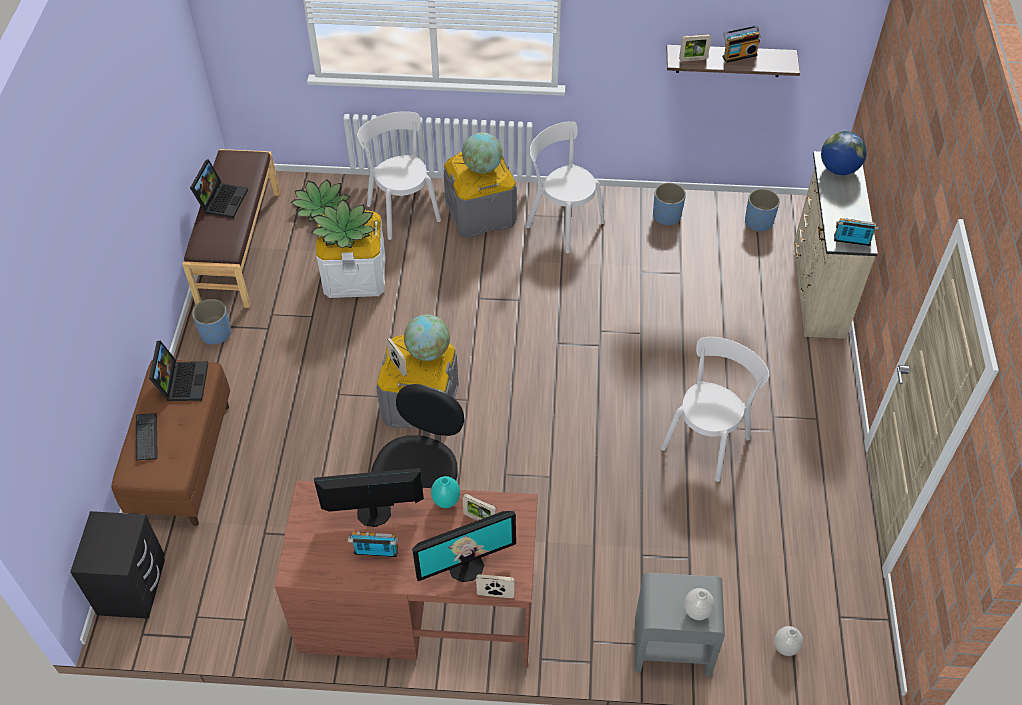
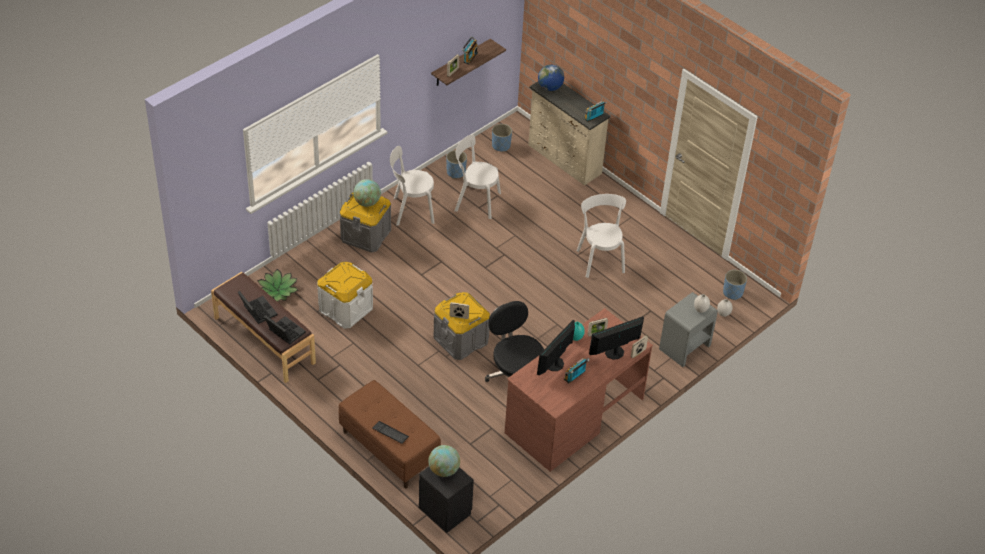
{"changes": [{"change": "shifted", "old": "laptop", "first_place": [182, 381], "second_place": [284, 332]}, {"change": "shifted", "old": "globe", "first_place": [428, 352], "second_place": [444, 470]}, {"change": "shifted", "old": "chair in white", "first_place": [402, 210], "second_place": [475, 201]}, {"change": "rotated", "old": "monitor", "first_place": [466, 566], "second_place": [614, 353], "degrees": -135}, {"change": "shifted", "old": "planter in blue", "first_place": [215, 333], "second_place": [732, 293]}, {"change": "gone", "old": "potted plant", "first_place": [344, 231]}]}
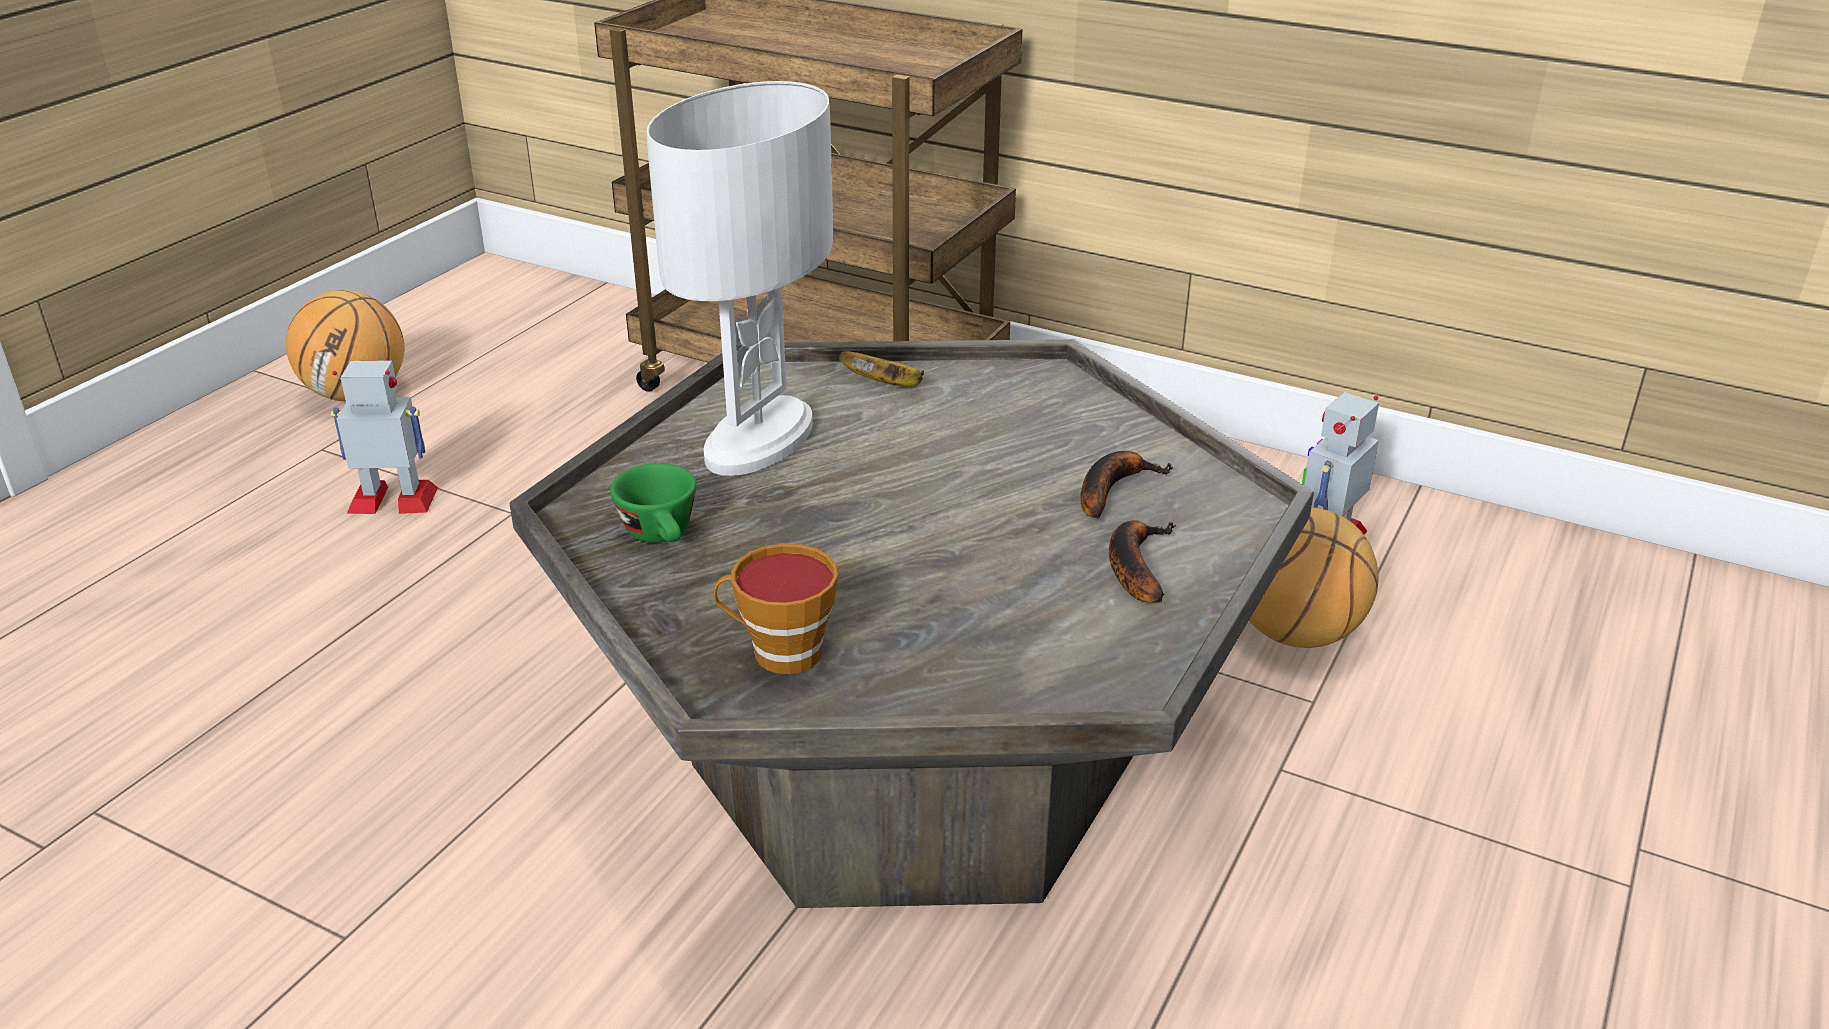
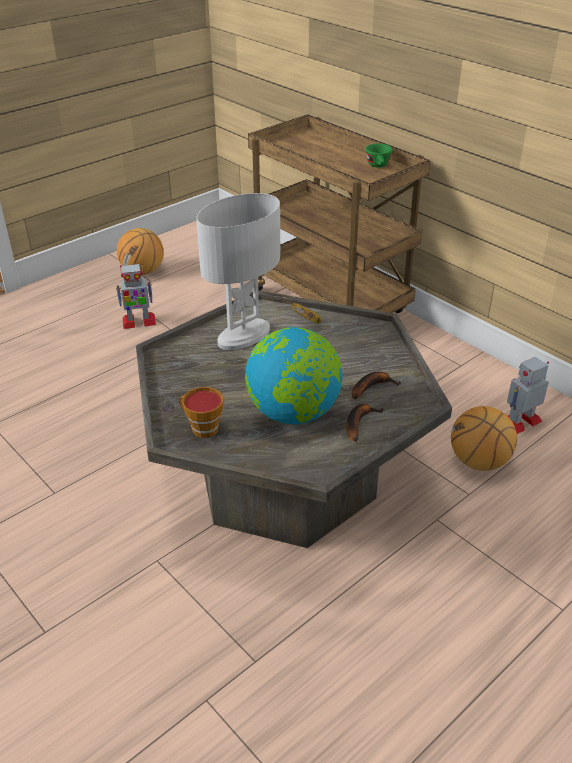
{"changes": [{"change": "rotated", "old": "toy robot", "first_place": [394, 500], "second_place": [138, 322], "degrees": 150}, {"change": "new", "new": "globe", "second_place": [293, 413]}, {"change": "shifted", "old": "cup in green", "first_place": [662, 536], "second_place": [379, 166]}]}
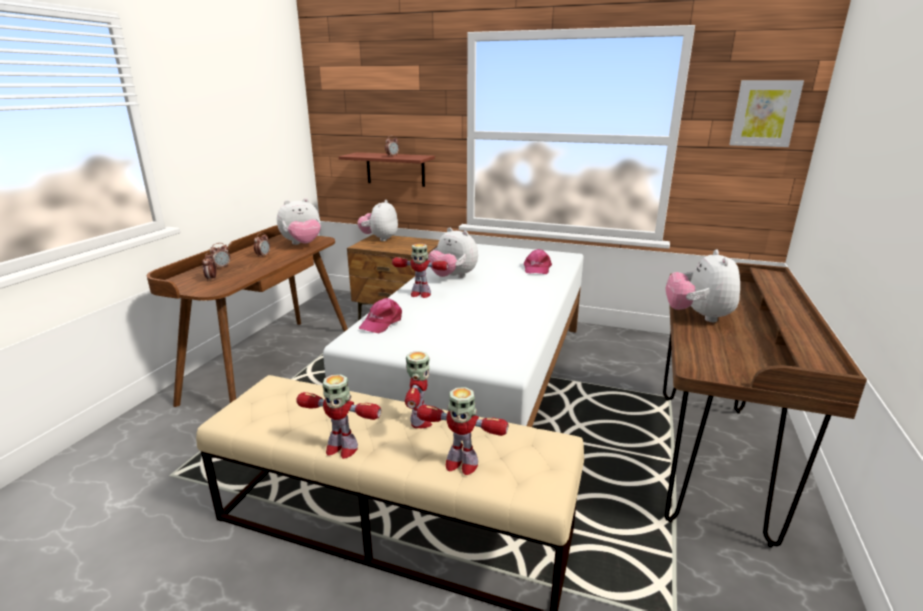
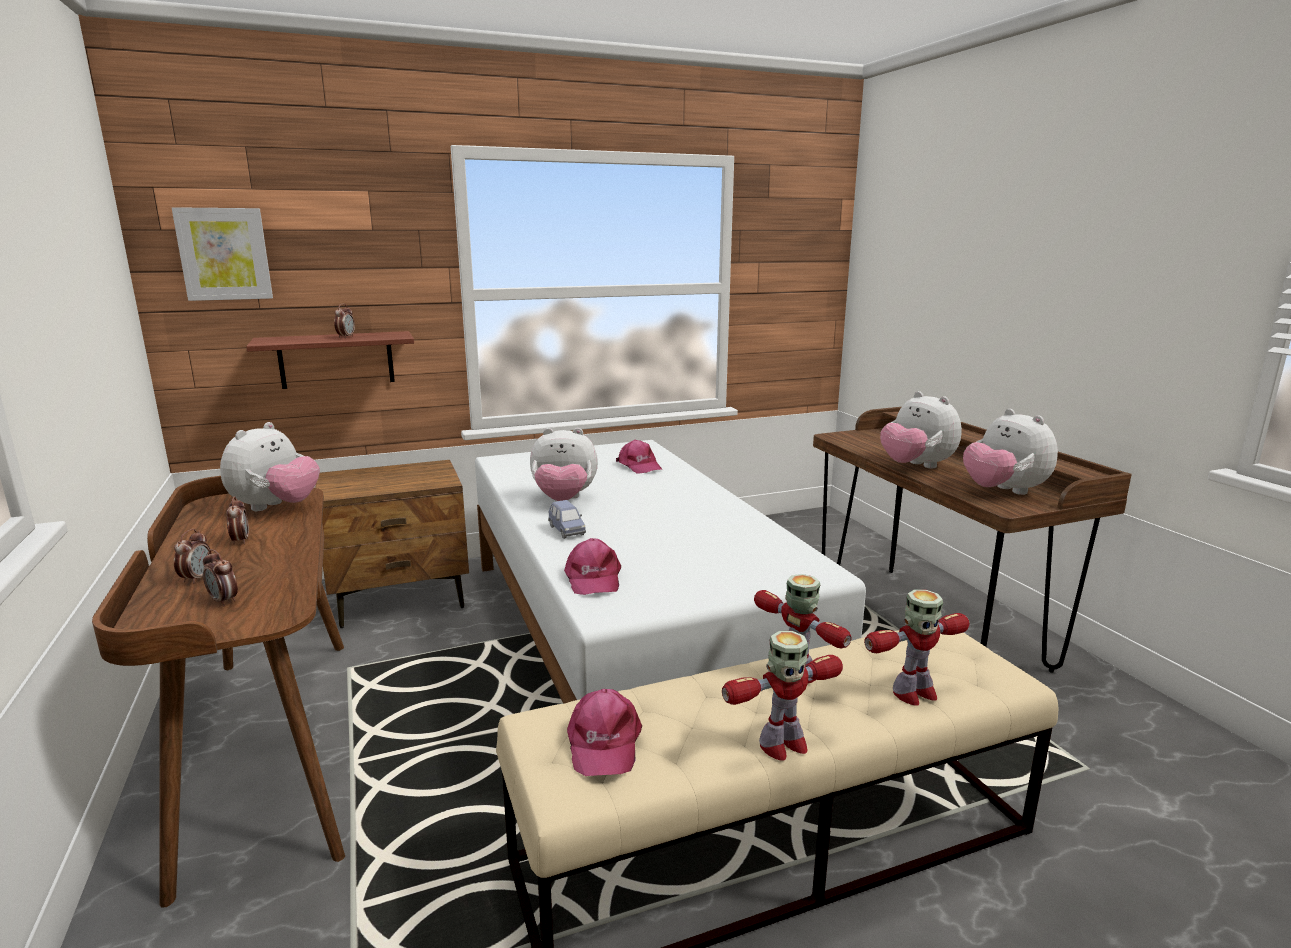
{"changes": [{"change": "shifted", "old": "picture", "first_place": [764, 113], "second_place": [224, 254]}, {"change": "swapped", "old": "toy robot", "new": "toy car in blue", "first_place": [420, 294], "second_place": [566, 531]}, {"change": "new", "new": "cap in pink", "second_place": [603, 742]}, {"change": "shifted", "old": "plush toy", "first_place": [380, 239], "second_place": [1003, 491]}]}
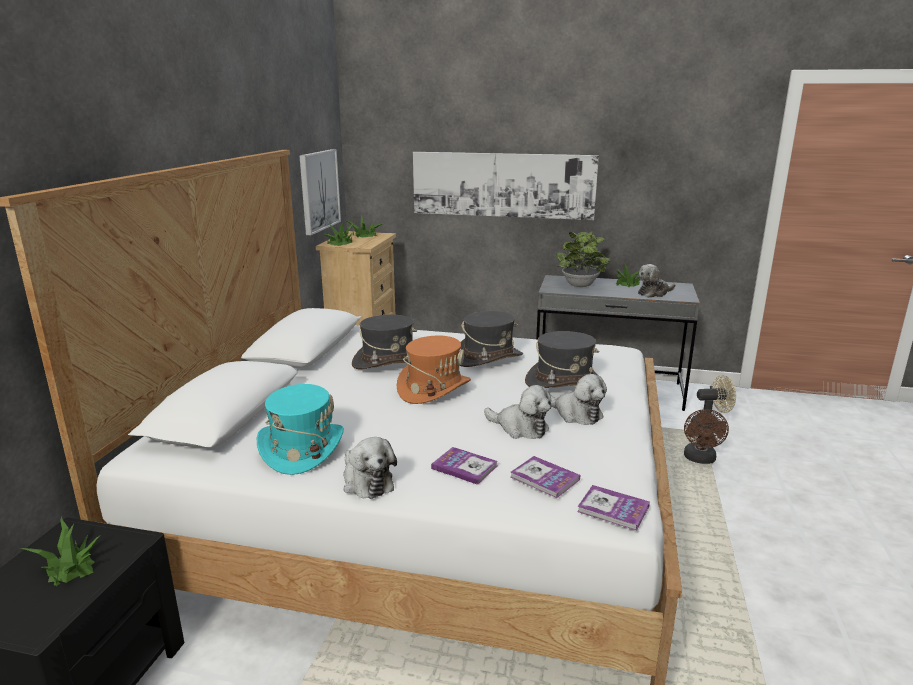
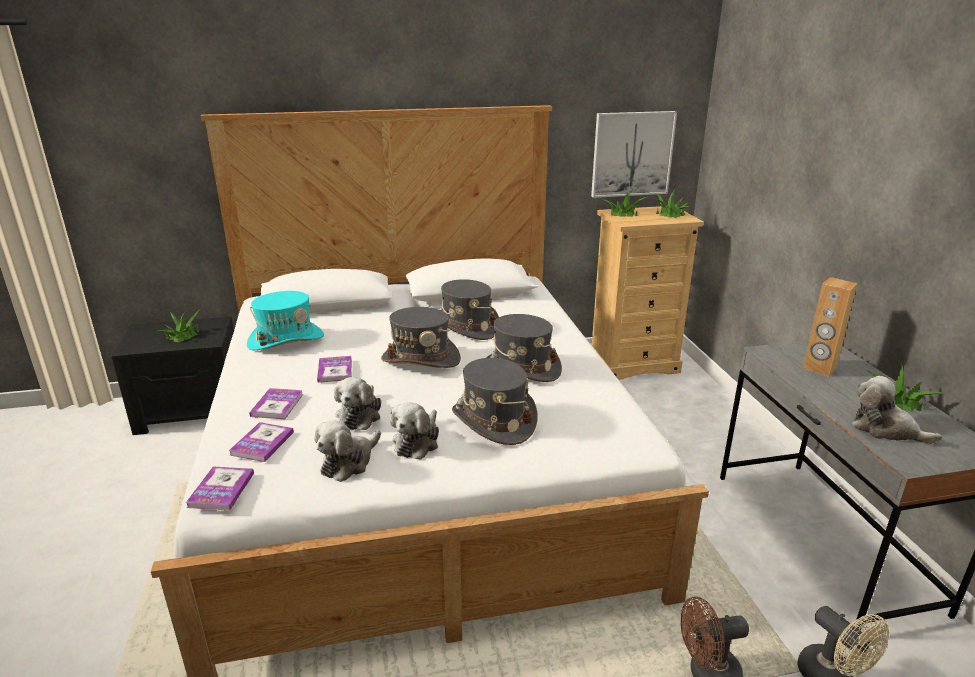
{"changes": [{"change": "shifted", "old": "plush toy", "first_place": [366, 481], "second_place": [349, 462]}, {"change": "new", "new": "book", "second_place": [335, 370]}, {"change": "repainted", "old": "hat in orange", "new": "hat in grey", "first_place": [434, 388], "second_place": [421, 359]}, {"change": "swapped", "old": "potted plant", "new": "speaker in brown", "first_place": [580, 286], "second_place": [819, 368]}, {"change": "gone", "old": "picture", "first_place": [502, 185]}]}
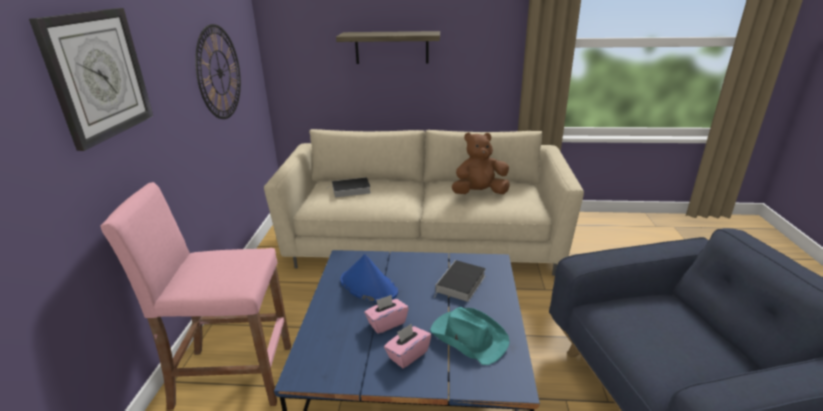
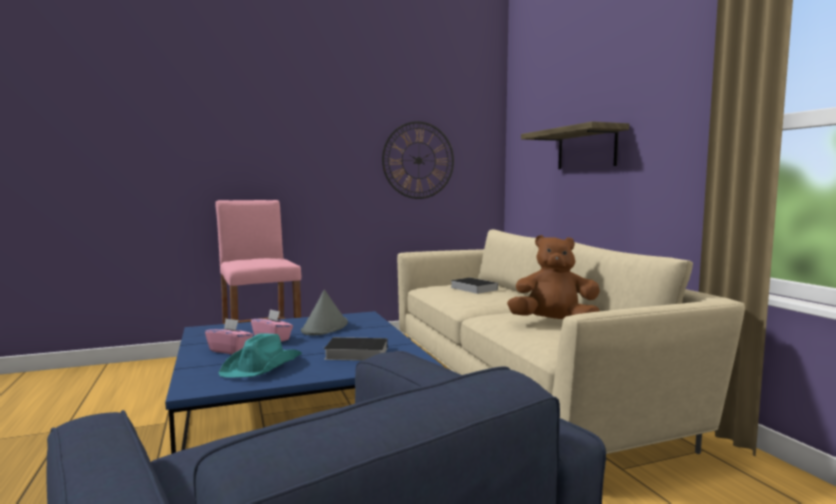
{"changes": [{"change": "repainted", "old": "hat in blue", "new": "hat in grey", "first_place": [368, 286], "second_place": [325, 327]}, {"change": "rotated", "old": "plush toy in brown", "first_place": [479, 193], "second_place": [553, 323], "degrees": -45}, {"change": "gone", "old": "wall clock", "first_place": [98, 75]}]}
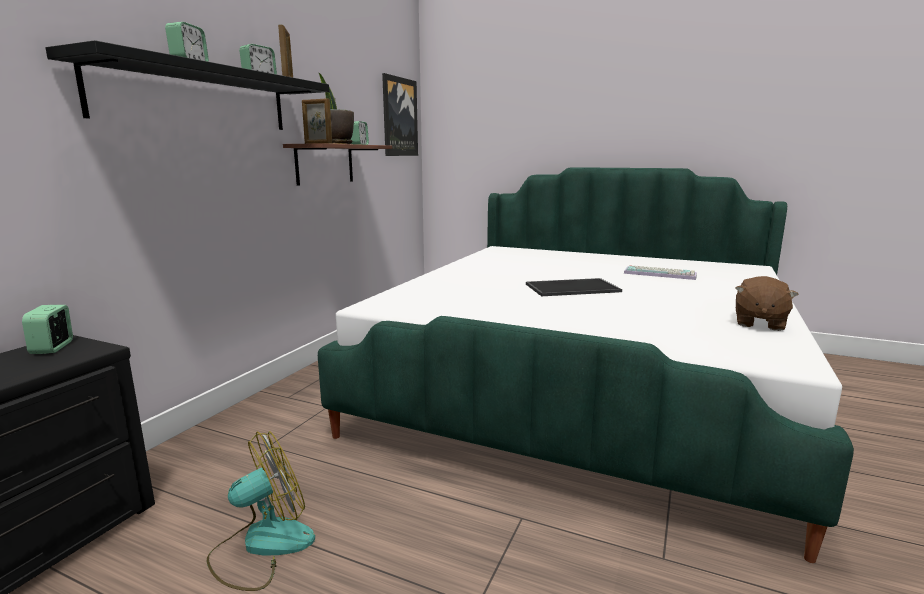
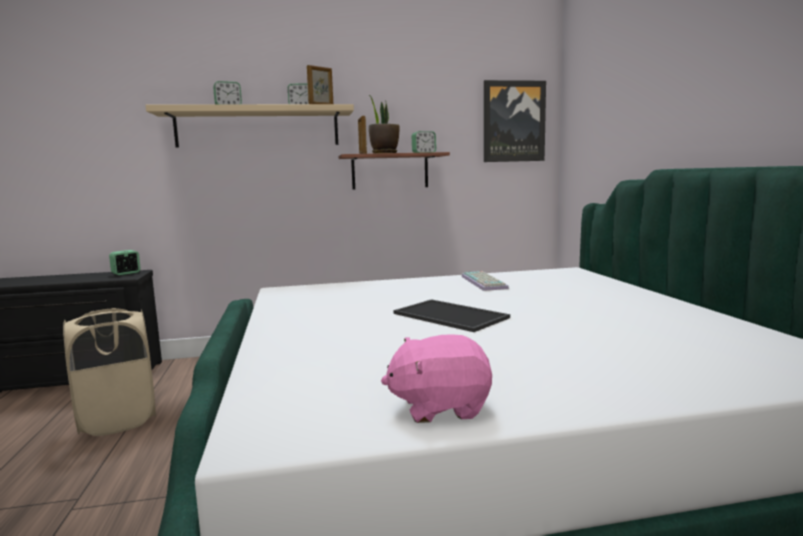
{"changes": [{"change": "swapped", "old": "fan", "new": "laundry basket in beige", "first_place": [262, 546], "second_place": [118, 420]}, {"change": "repainted", "old": "shelf in black", "new": "shelf in beige", "first_place": [197, 98], "second_place": [258, 128]}, {"change": "repainted", "old": "plush toy in brown", "new": "plush toy in pink", "first_place": [759, 323], "second_place": [439, 407]}, {"change": "shifted", "old": "keyboard", "first_place": [661, 274], "second_place": [485, 282]}]}
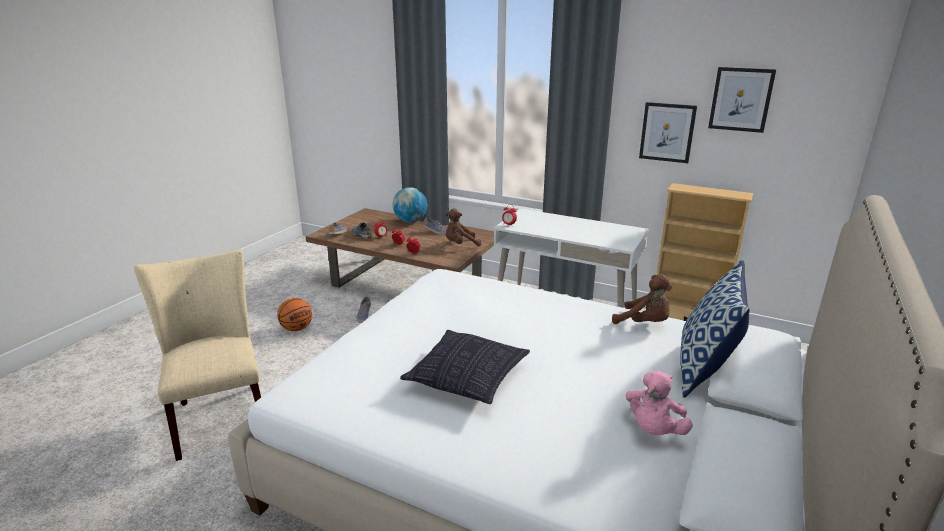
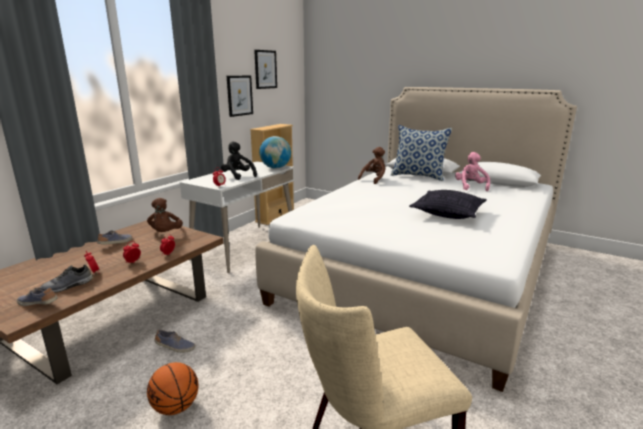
{"changes": [{"change": "new", "new": "plush toy in black", "second_place": [238, 176]}, {"change": "shifted", "old": "globe", "first_place": [410, 221], "second_place": [276, 168]}, {"change": "rotated", "old": "plush toy in pink", "first_place": [653, 430], "second_place": [470, 187], "degrees": -120}]}
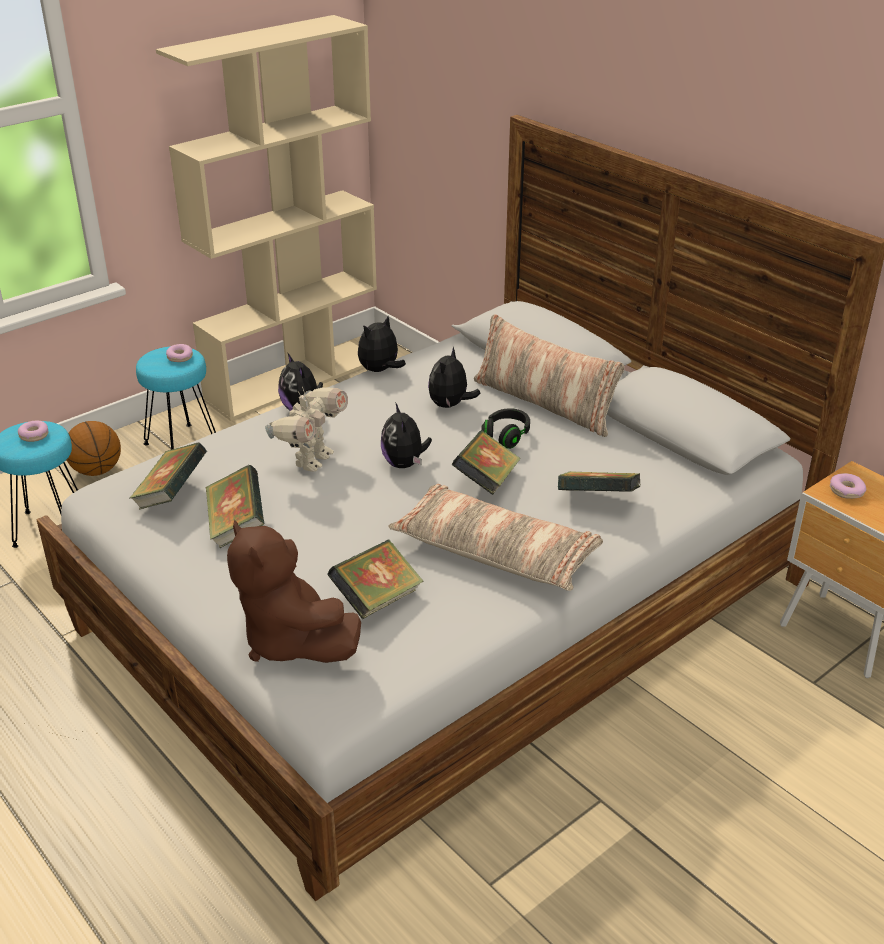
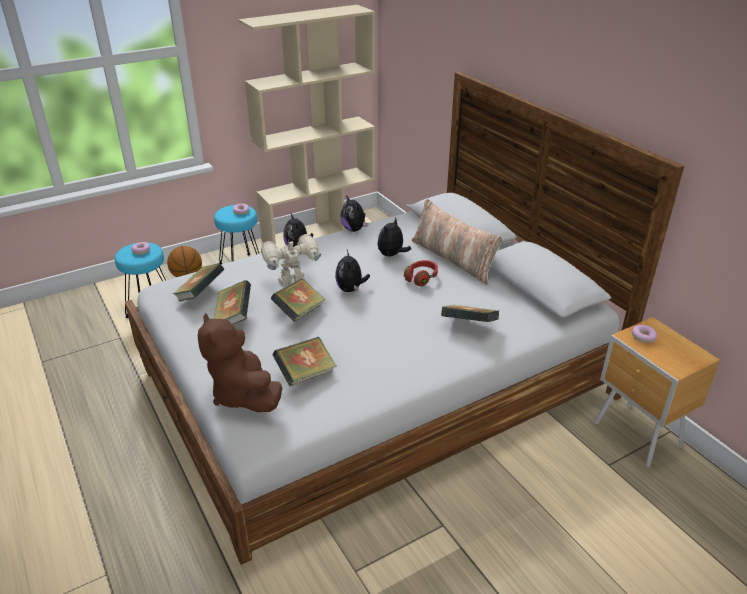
{"changes": [{"change": "rotated", "old": "toy robot", "first_place": [311, 460], "second_place": [292, 281], "degrees": -150}, {"change": "shifted", "old": "book", "first_place": [486, 482], "second_place": [299, 312]}, {"change": "rotated", "old": "plush toy", "first_place": [380, 370], "second_place": [354, 229], "degrees": -90}, {"change": "repainted", "old": "headphones in black", "new": "headphones in red", "first_place": [505, 437], "second_place": [421, 278]}, {"change": "gone", "old": "pillow", "first_place": [496, 552]}]}
